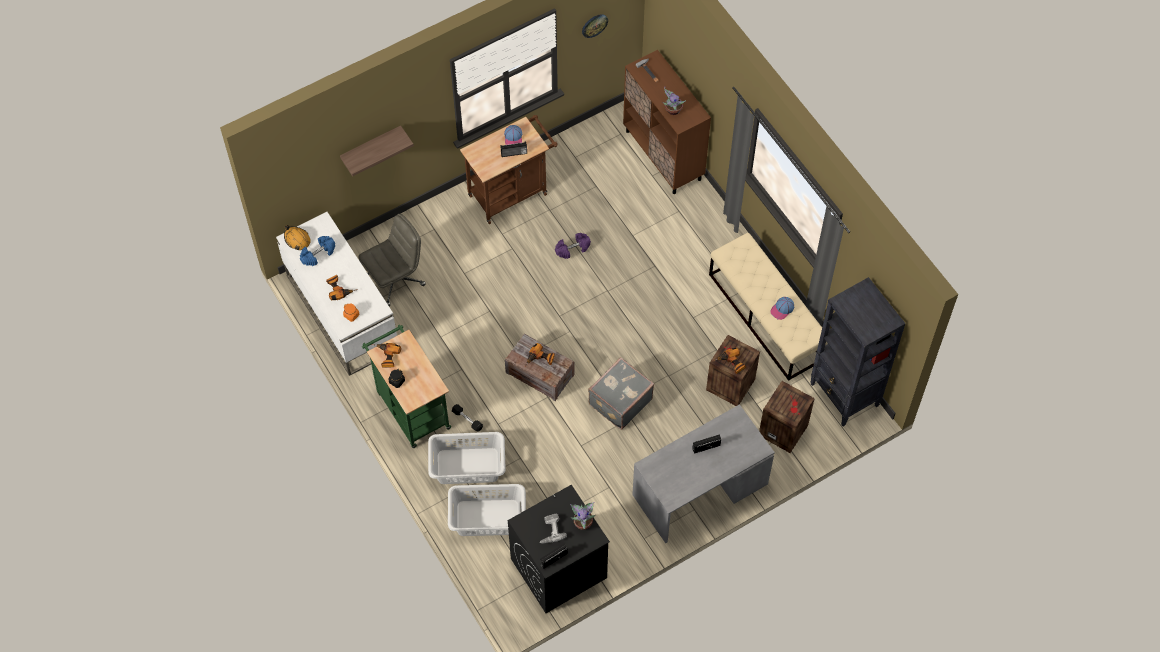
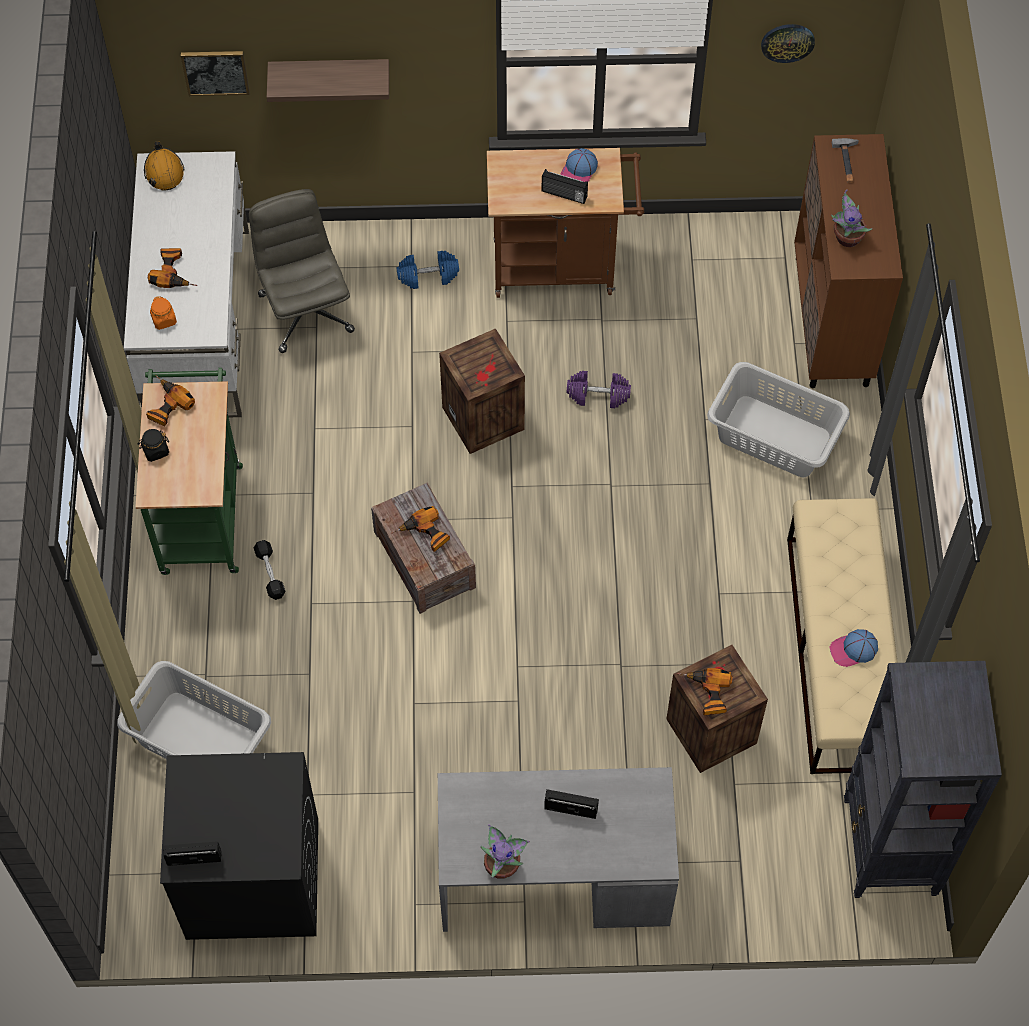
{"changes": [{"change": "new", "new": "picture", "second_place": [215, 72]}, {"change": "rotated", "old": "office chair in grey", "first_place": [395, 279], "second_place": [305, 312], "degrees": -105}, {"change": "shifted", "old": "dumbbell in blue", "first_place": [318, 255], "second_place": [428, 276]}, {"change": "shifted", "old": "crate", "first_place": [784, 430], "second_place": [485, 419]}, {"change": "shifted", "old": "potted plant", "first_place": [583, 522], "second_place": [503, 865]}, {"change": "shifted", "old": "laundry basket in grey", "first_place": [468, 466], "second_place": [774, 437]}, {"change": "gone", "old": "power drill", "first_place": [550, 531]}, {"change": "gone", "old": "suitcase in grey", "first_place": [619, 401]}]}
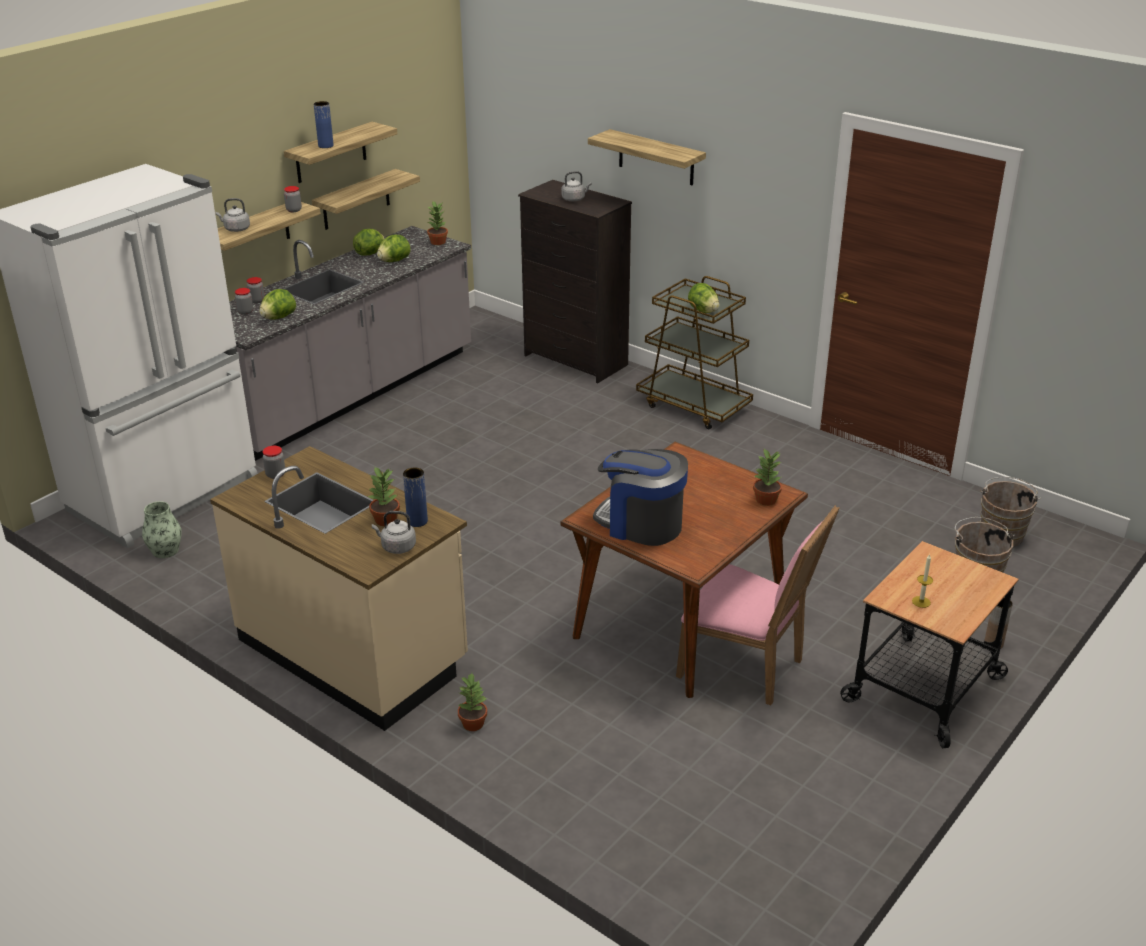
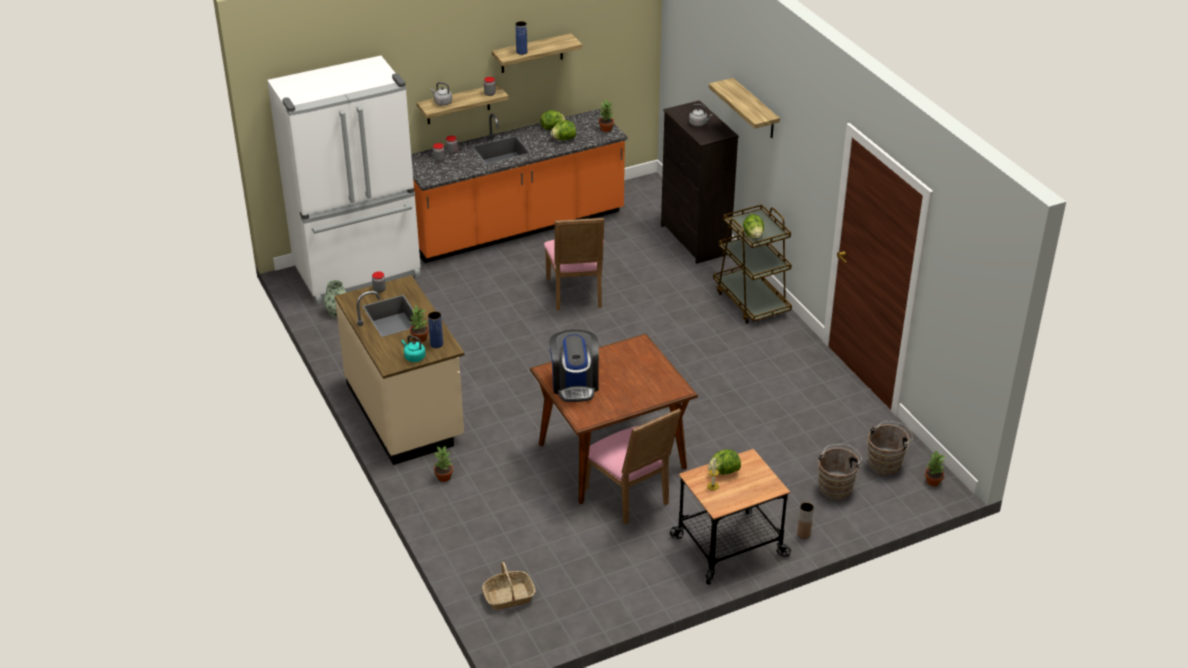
{"changes": [{"change": "repainted", "old": "kettle in grey", "new": "kettle in turquoise", "first_place": [396, 547], "second_place": [414, 357]}, {"change": "repainted", "old": "counter in grey", "new": "counter in orange", "first_place": [349, 396], "second_place": [517, 228]}, {"change": "new", "new": "basket", "second_place": [509, 597]}, {"change": "new", "new": "chair in pink", "second_place": [576, 294]}, {"change": "rotated", "old": "coffee machine", "first_place": [641, 524], "second_place": [575, 384], "degrees": -150}, {"change": "shifted", "old": "lettuce", "first_place": [278, 318], "second_place": [723, 472]}, {"change": "shifted", "old": "potted plant", "first_place": [766, 500], "second_place": [933, 482]}, {"change": "gone", "old": "shelf", "first_place": [356, 200]}]}
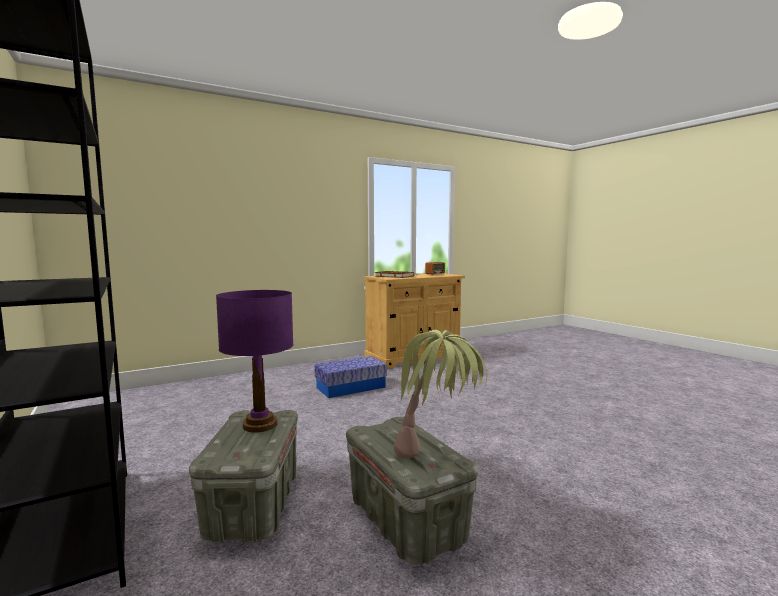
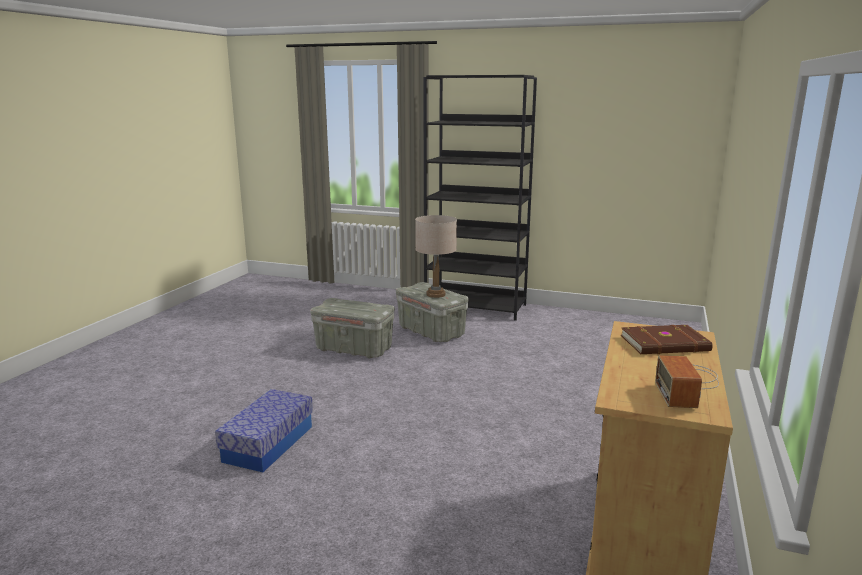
{"changes": [{"change": "shifted", "old": "storage box", "first_place": [351, 387], "second_place": [268, 444]}, {"change": "repainted", "old": "table lamp in purple", "new": "table lamp in beige", "first_place": [259, 425], "second_place": [435, 294]}, {"change": "gone", "old": "potted plant", "first_place": [437, 456]}]}
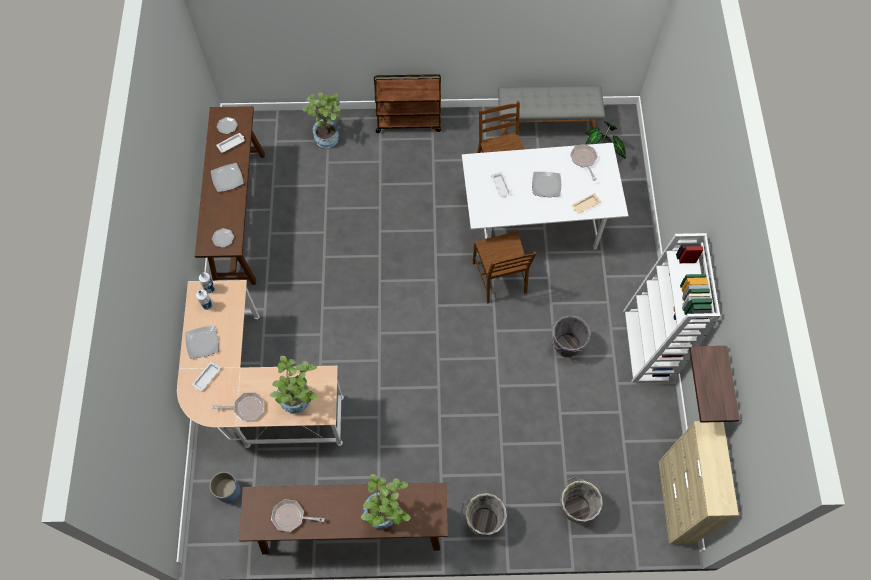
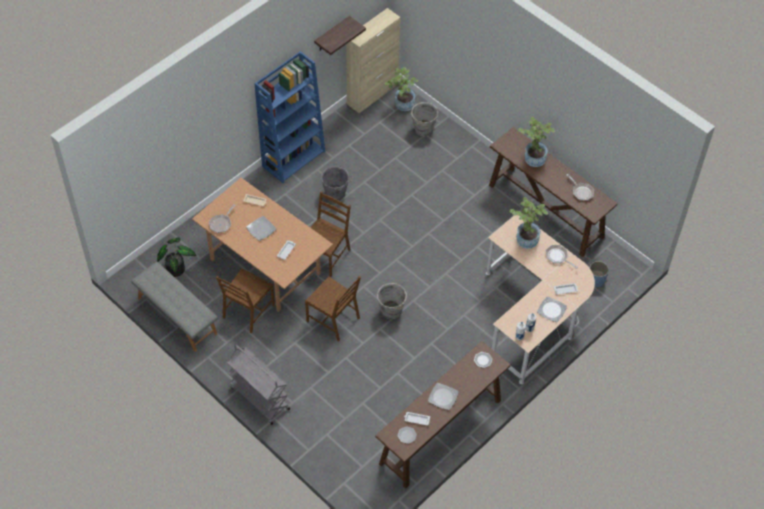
{"changes": [{"change": "repainted", "old": "dining table in white", "new": "dining table in brown", "first_place": [535, 222], "second_place": [266, 266]}, {"change": "repainted", "old": "cart in brown", "new": "cart in grey", "first_place": [409, 121], "second_place": [259, 398]}, {"change": "repainted", "old": "bookcase in white", "new": "bookcase in blue", "first_place": [648, 346], "second_place": [293, 158]}, {"change": "new", "new": "chair in brown", "second_place": [334, 319]}, {"change": "shifted", "old": "bucket in grey", "first_place": [482, 521], "second_place": [391, 311]}, {"change": "shifted", "old": "potted plant", "first_place": [328, 135], "second_place": [401, 105]}]}
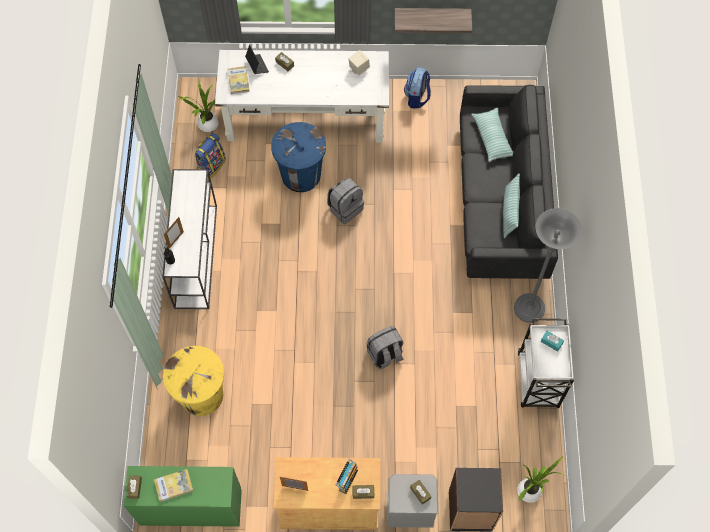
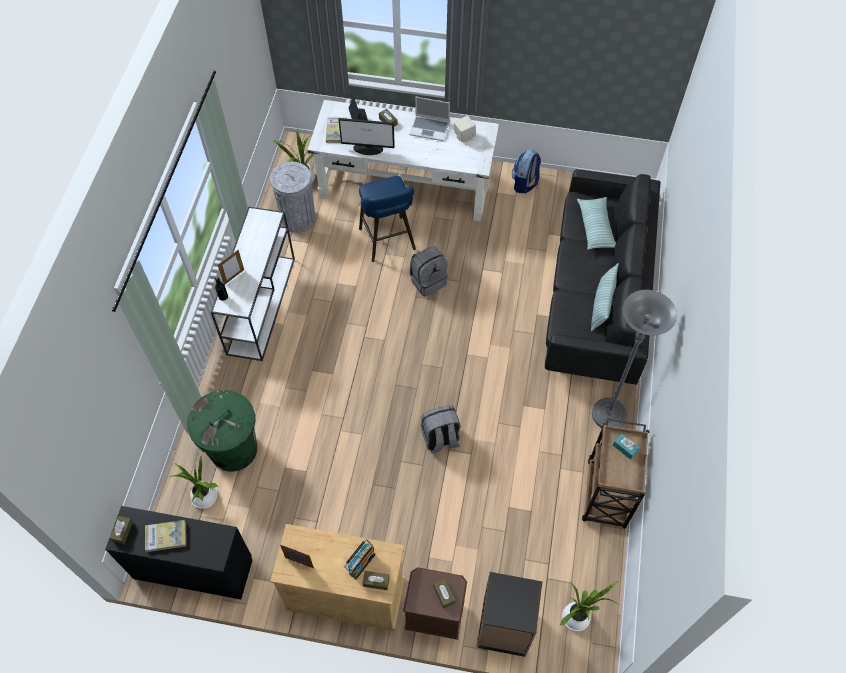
{"changes": [{"change": "repainted", "old": "desk in green", "new": "desk in black", "first_place": [190, 507], "second_place": [193, 569]}, {"change": "new", "new": "potted plant", "second_place": [205, 498]}, {"change": "repainted", "old": "trash can in yellow", "new": "trash can in green", "first_place": [202, 395], "second_place": [234, 449]}, {"change": "swapped", "old": "backpack", "new": "trash can in grey", "first_place": [211, 165], "second_place": [298, 218]}, {"change": "new", "new": "monitor", "second_place": [368, 148]}, {"change": "swapped", "old": "trash can in blue", "new": "stool in blue", "first_place": [301, 175], "second_place": [388, 241]}, {"change": "repainted", "old": "nightstand in grey", "new": "nightstand in brown", "first_place": [409, 511], "second_place": [434, 616]}, {"change": "new", "new": "laptop", "second_place": [430, 128]}, {"change": "repainted", "old": "cart in white", "new": "cart in brown", "first_place": [538, 381], "second_place": [606, 495]}, {"change": "gone", "old": "shelf", "first_place": [432, 15]}]}
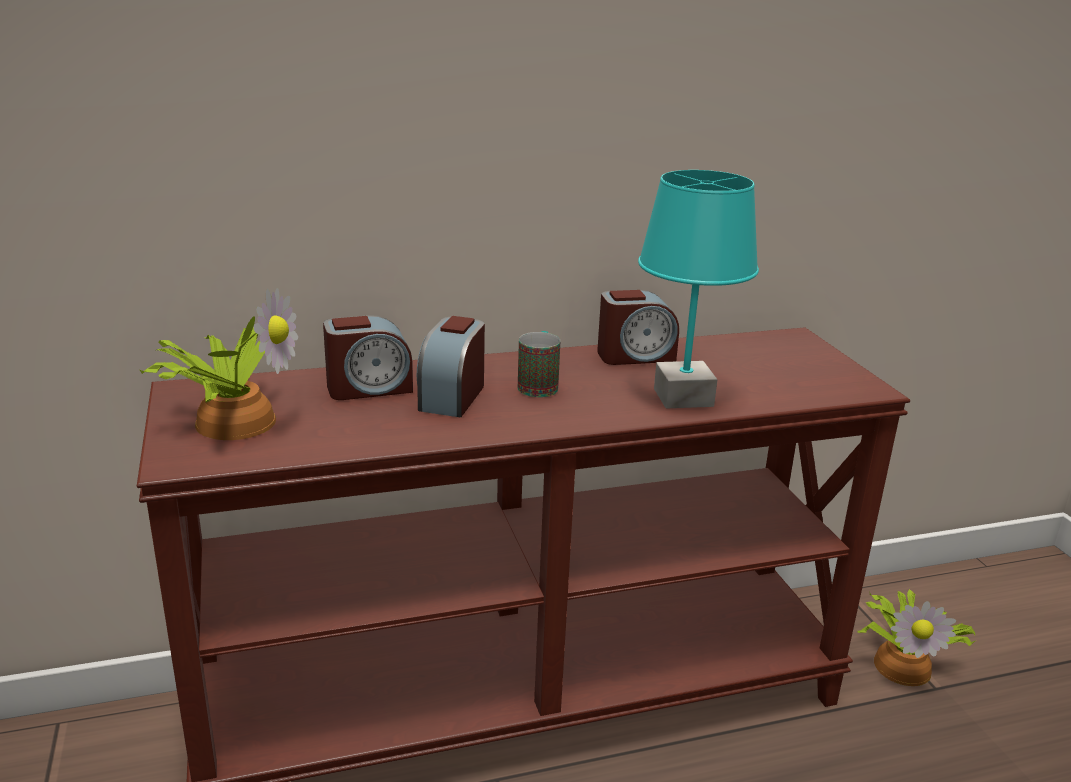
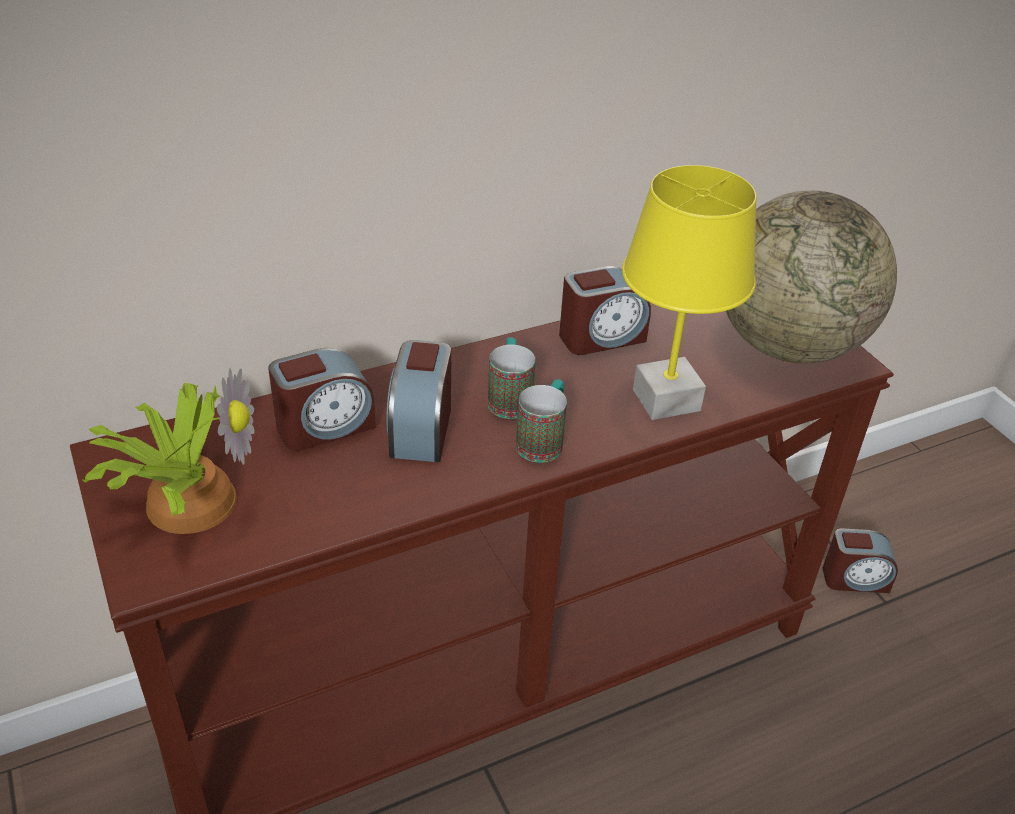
{"changes": [{"change": "new", "new": "mug", "second_place": [543, 440]}, {"change": "repainted", "old": "table lamp in turquoise", "new": "table lamp in yellow", "first_place": [684, 397], "second_place": [666, 399]}, {"change": "new", "new": "globe", "second_place": [788, 345]}, {"change": "swapped", "old": "potted plant", "new": "alarm clock", "first_place": [904, 664], "second_place": [854, 578]}]}
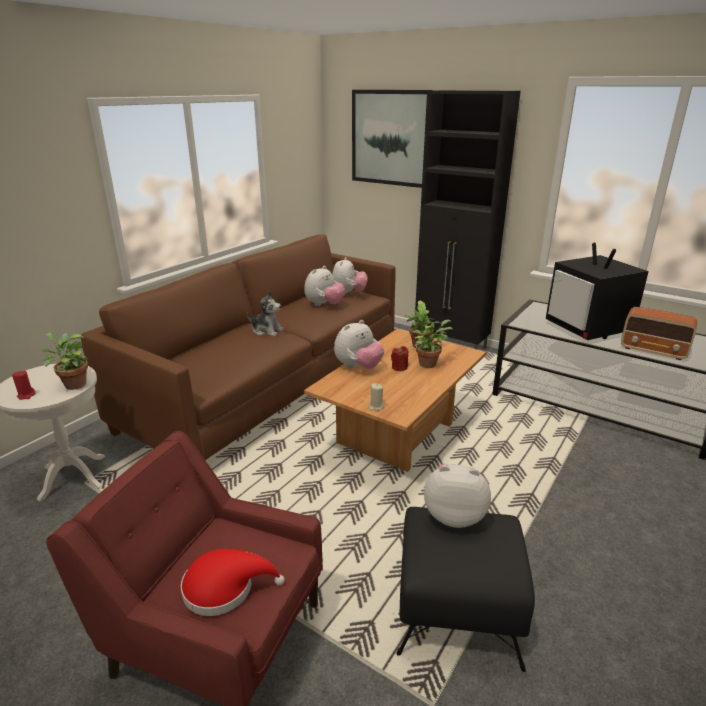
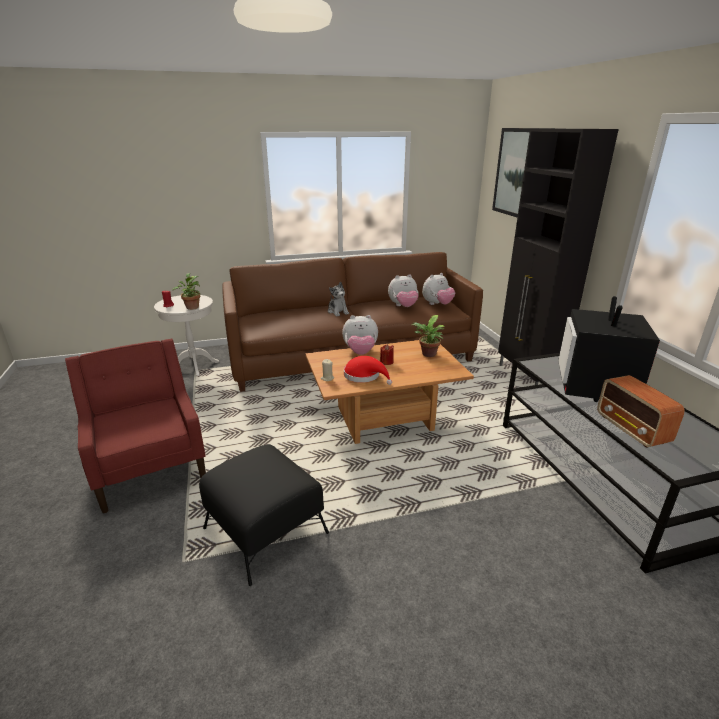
{"changes": [{"change": "shifted", "old": "hat in red", "first_place": [224, 587], "second_place": [364, 376]}, {"change": "gone", "old": "potted plant", "first_place": [428, 363]}, {"change": "gone", "old": "plush toy", "first_place": [454, 515]}]}
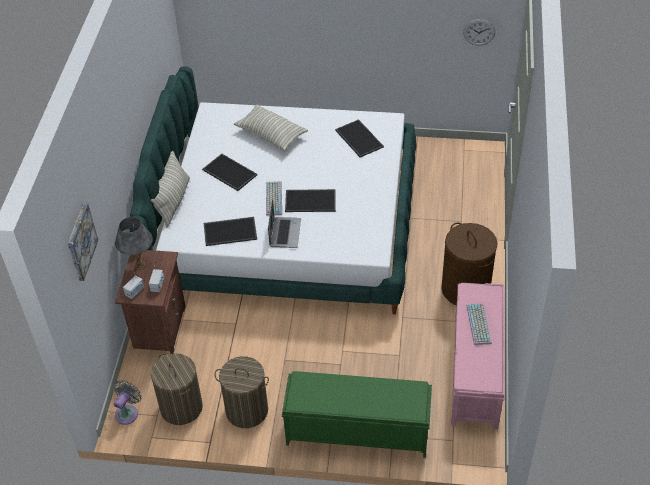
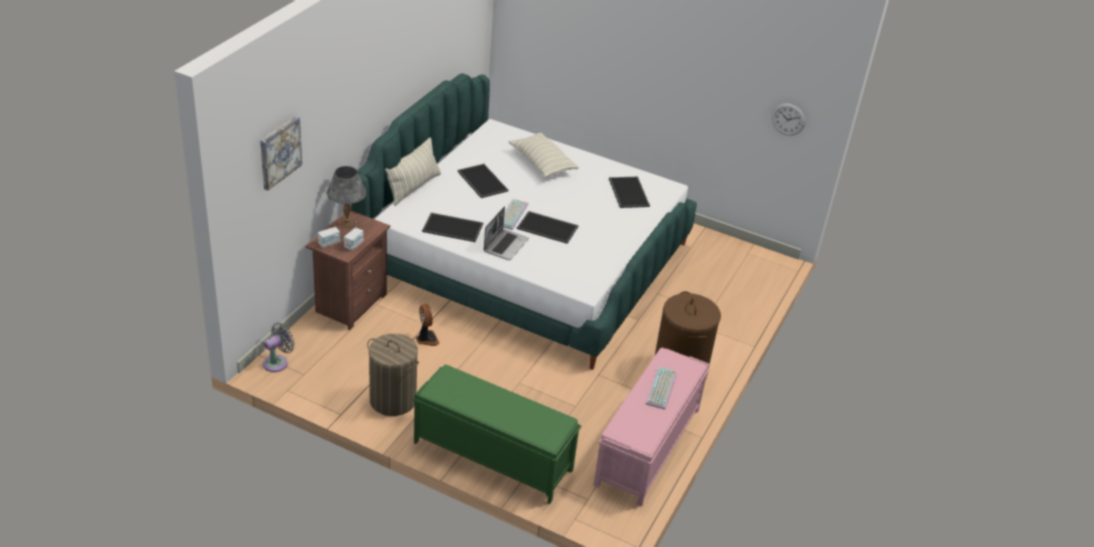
{"changes": [{"change": "new", "new": "fan", "second_place": [426, 339]}, {"change": "gone", "old": "laundry basket", "first_place": [181, 407]}]}
